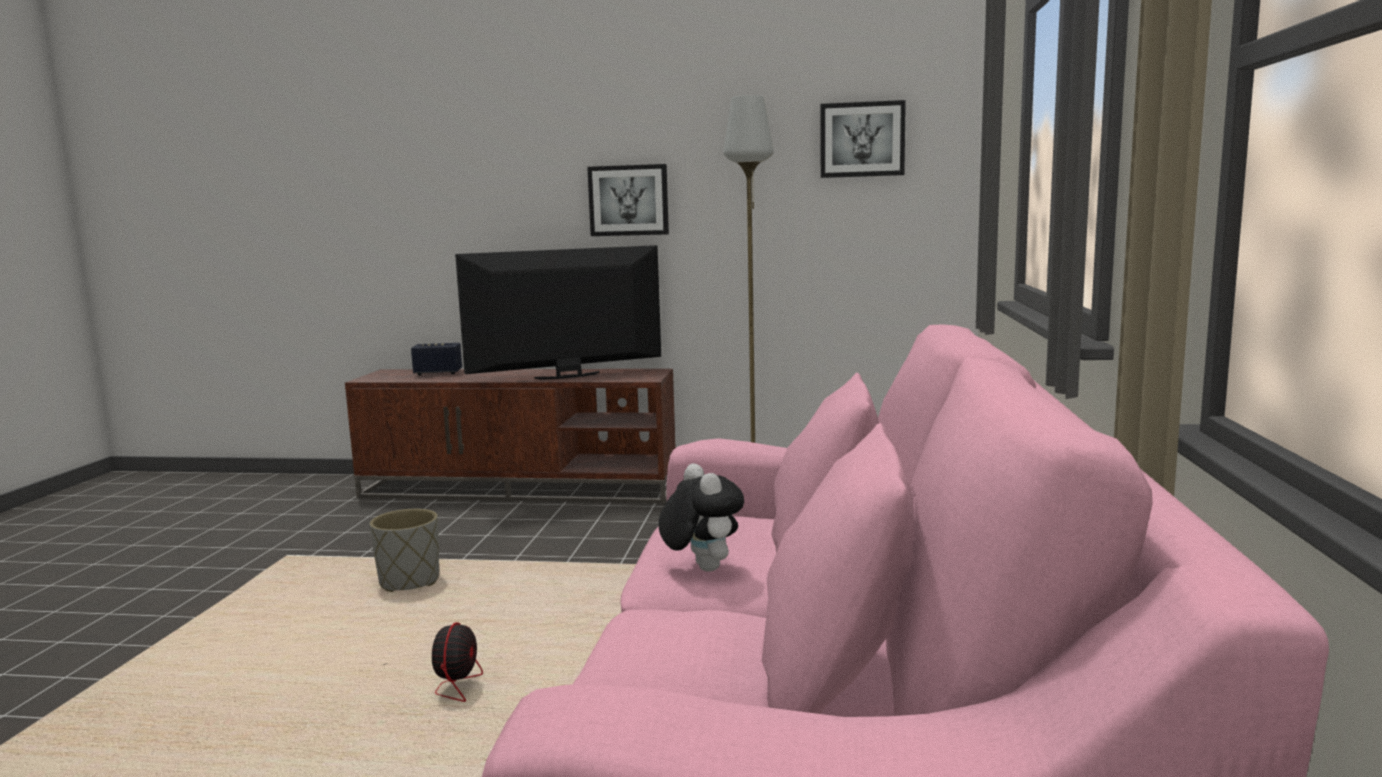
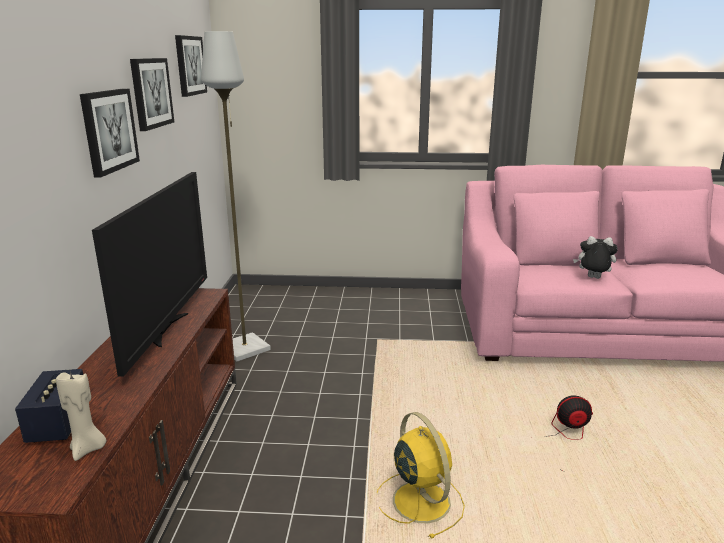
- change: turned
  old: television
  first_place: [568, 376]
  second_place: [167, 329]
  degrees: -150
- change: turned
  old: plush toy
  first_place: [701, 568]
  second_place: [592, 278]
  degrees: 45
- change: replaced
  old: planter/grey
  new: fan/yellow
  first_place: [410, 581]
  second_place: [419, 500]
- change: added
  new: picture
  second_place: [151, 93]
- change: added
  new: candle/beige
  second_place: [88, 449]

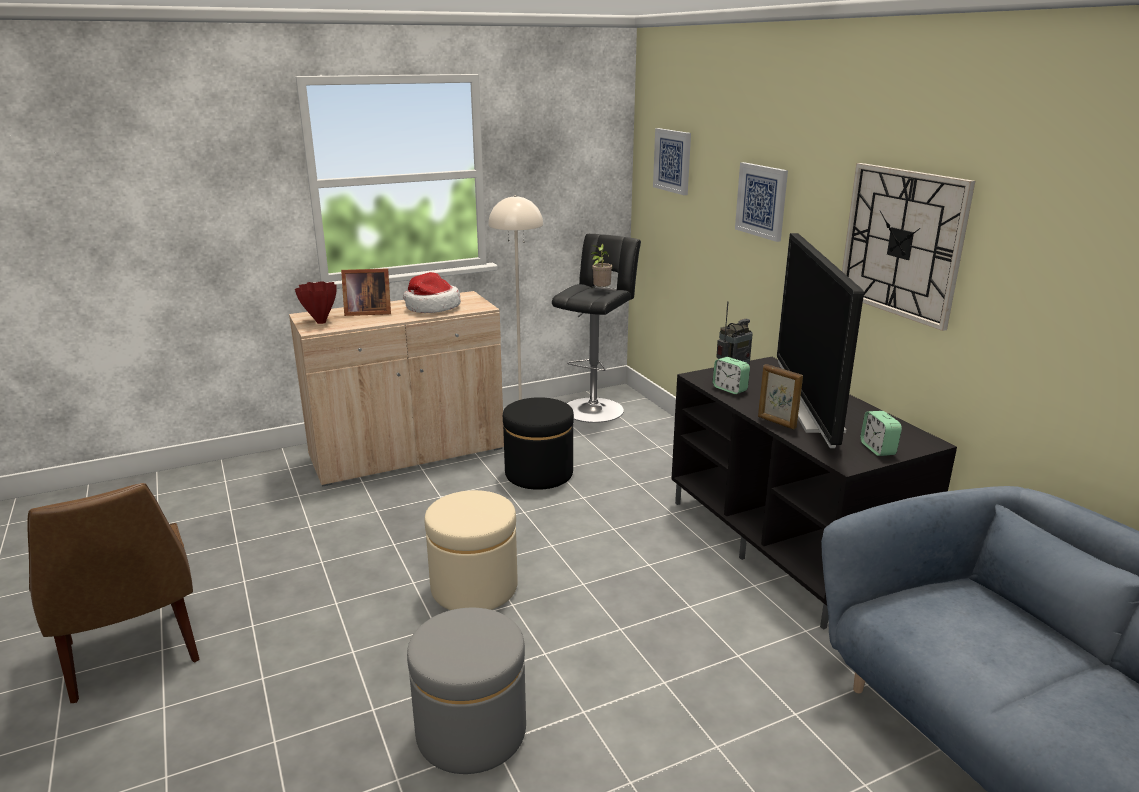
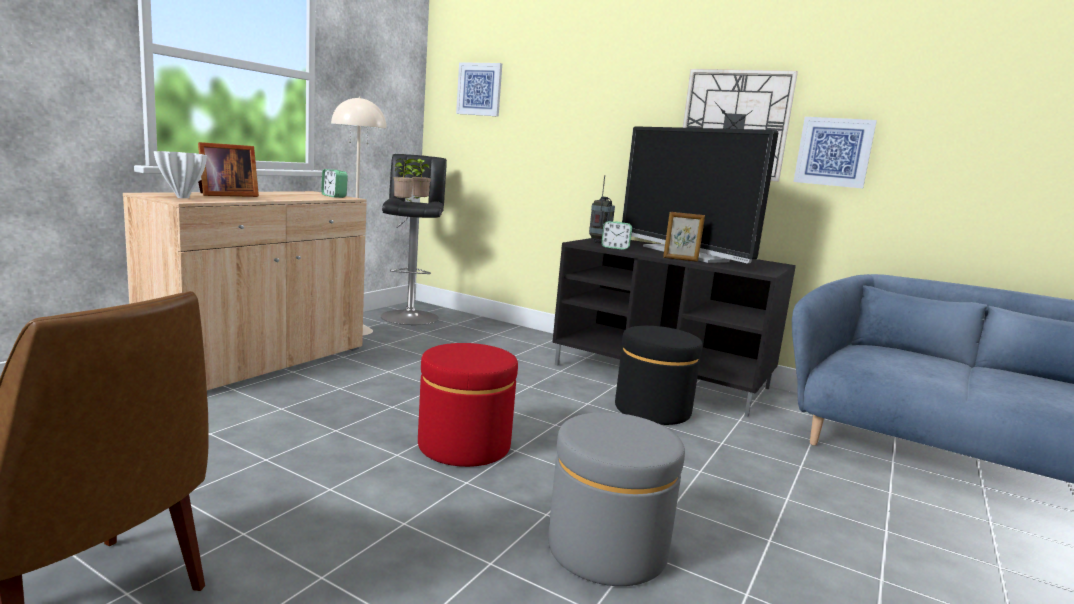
- change: moved
  old: picture
  first_place: [762, 201]
  second_place: [834, 152]
- change: removed
  old: hat
  first_place: [431, 307]
- change: recoloured
  old: vase/red
  new: vase/white
  first_place: [321, 322]
  second_place: [182, 197]
- change: moved
  old: ottoman/black
  first_place: [539, 473]
  second_place: [652, 410]
- change: moved
  old: alarm clock
  first_place: [877, 449]
  second_place: [334, 196]
- change: recoloured
  old: ottoman/beige
  new: ottoman/red
  first_place: [474, 587]
  second_place: [464, 446]
- change: added
  new: potted plant
  second_place: [403, 203]

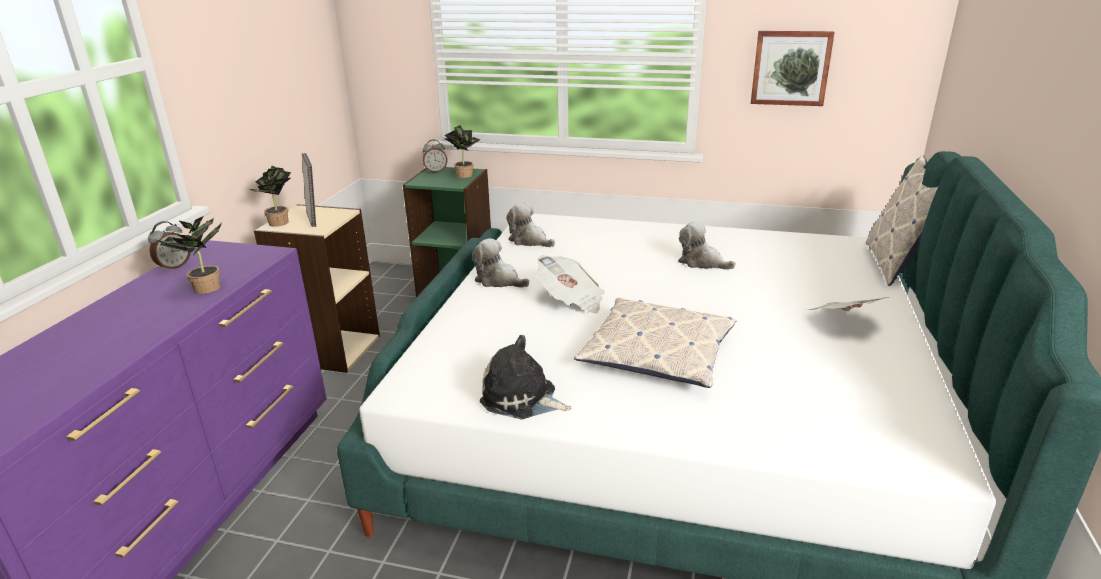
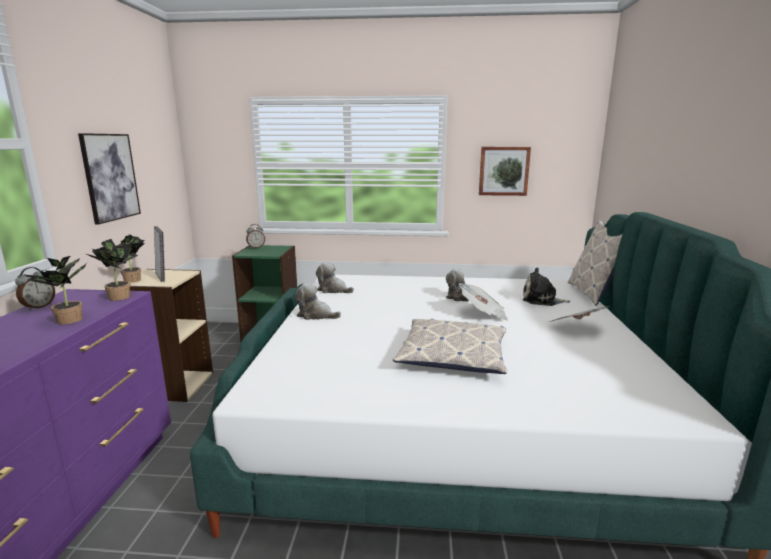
- change: moved
  old: potted plant
  first_place: [464, 174]
  second_place: [119, 296]
- change: moved
  old: newspaper
  first_place: [571, 300]
  second_place: [483, 314]
- change: moved
  old: plush toy
  first_place: [522, 399]
  second_place: [541, 300]
- change: added
  new: picture
  second_place: [110, 177]

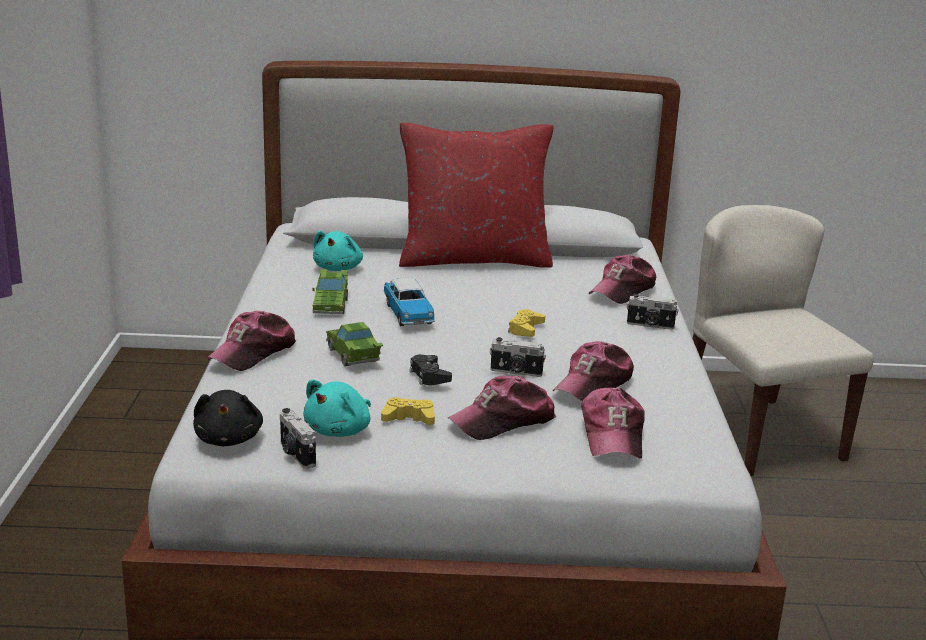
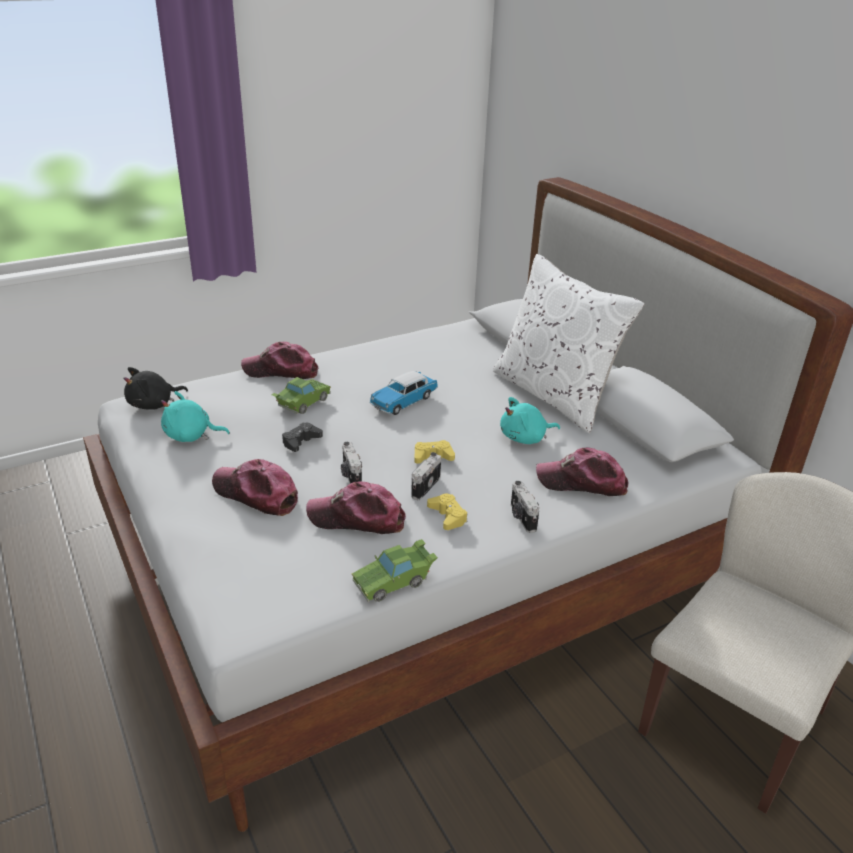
- change: recoloured
  old: pillow/red
  new: pillow/white
  first_place: [473, 259]
  second_place: [554, 395]
- change: moved
  old: plush toy/turquoise
  first_place: [338, 268]
  second_place: [525, 438]
- change: moved
  old: toy car/green
  first_place: [331, 304]
  second_place: [394, 581]
- change: removed
  old: cap
  first_place: [613, 435]
- change: moved
  old: game controller/yellow
  first_place: [409, 418]
  second_place: [447, 516]
- change: moved
  old: photo camera
  first_place: [296, 454]
  second_place: [424, 486]

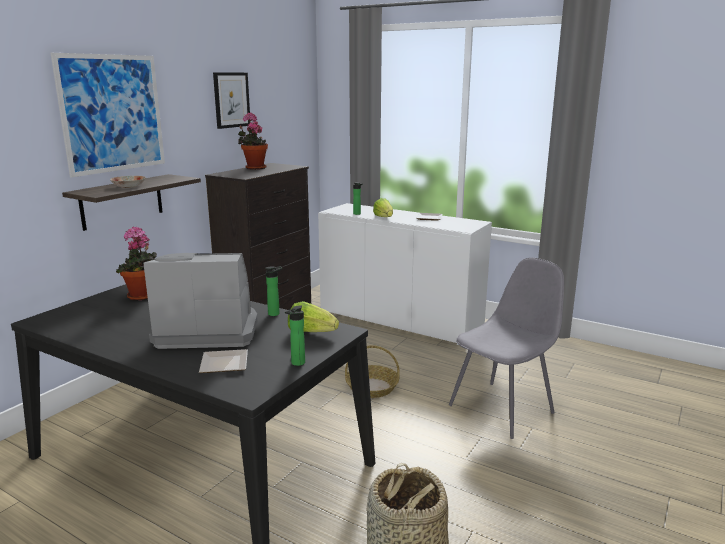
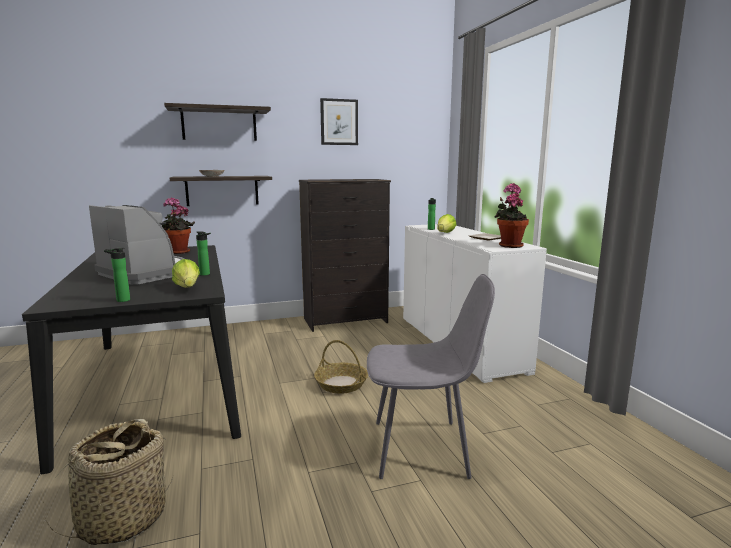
- change: replaced
  old: picture
  new: shelf
  first_place: [112, 113]
  second_place: [219, 124]
- change: moved
  old: potted plant
  first_place: [254, 168]
  second_place: [509, 245]
- change: removed
  old: plate
  first_place: [222, 365]

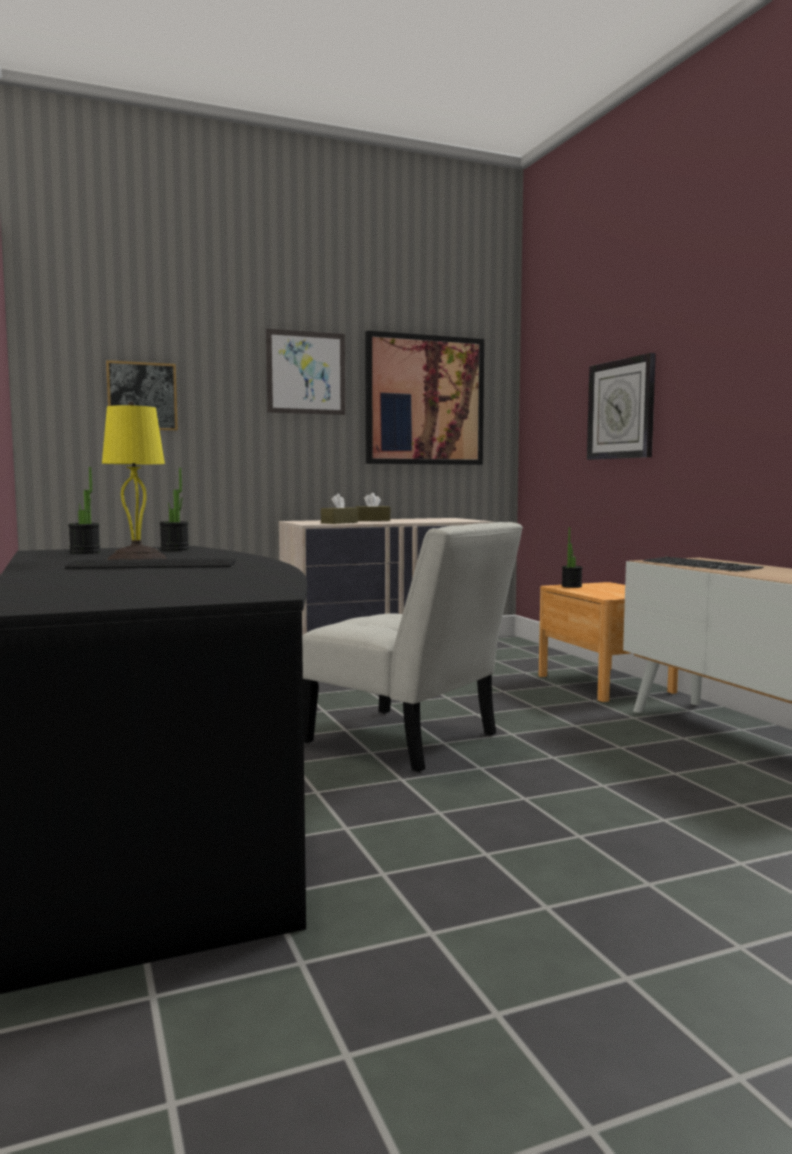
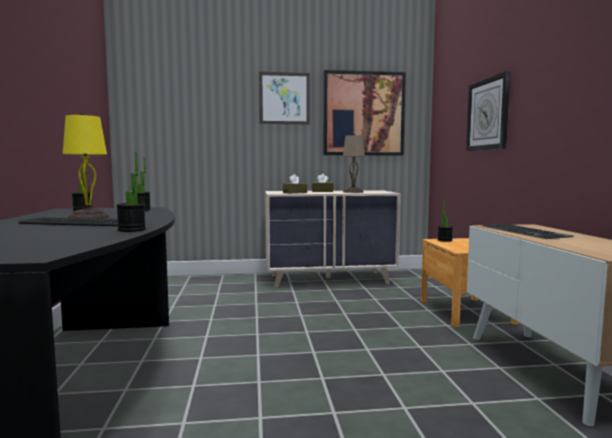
- change: removed
  old: picture
  first_place: [142, 396]
- change: removed
  old: chair/white
  first_place: [409, 741]
- change: added
  new: table lamp/beige
  second_place: [353, 192]
- change: added
  new: potted plant
  second_place: [131, 230]

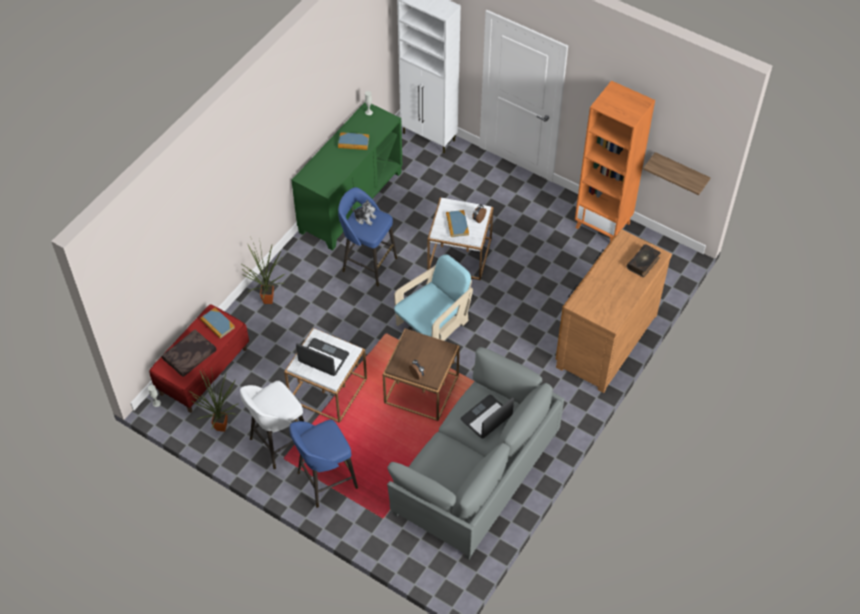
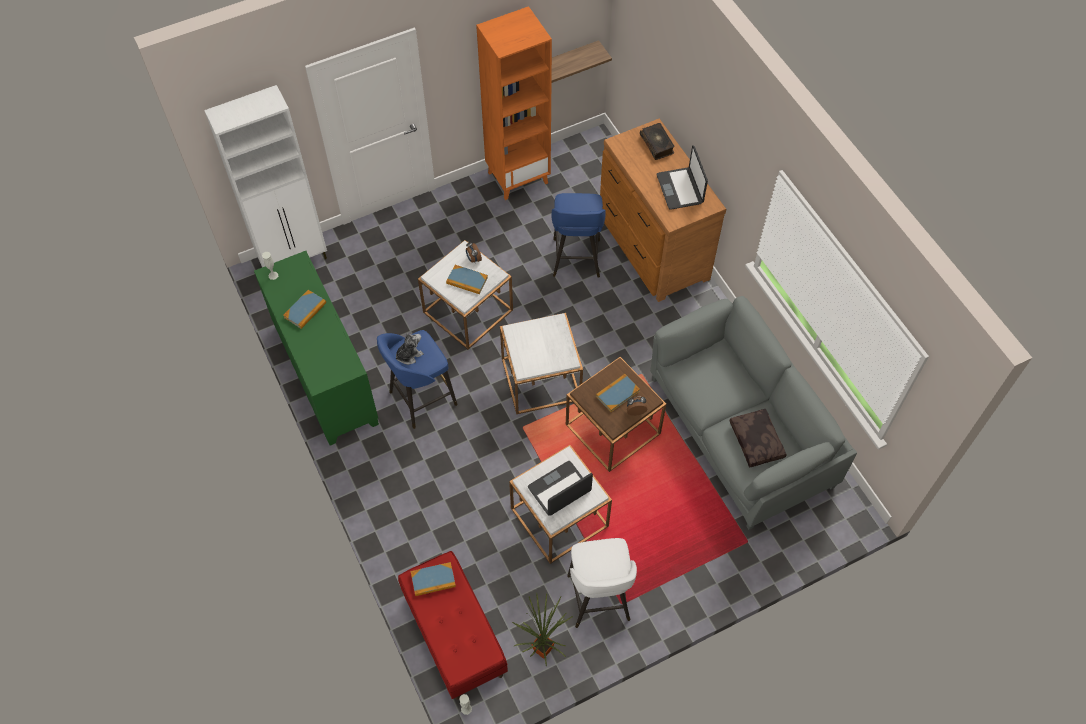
- change: removed
  old: potted plant
  first_place: [269, 298]
- change: replaced
  old: armchair/turquoise
  new: side table/white
  first_place: [433, 325]
  second_place: [541, 379]
- change: moved
  old: pillow/brown
  first_place: [190, 357]
  second_place: [757, 441]
- change: moved
  old: laptop
  first_place: [486, 418]
  second_place: [680, 189]
- change: moved
  old: stool/blue
  first_place: [325, 481]
  second_place: [576, 259]
- change: added
  new: book
  second_place: [617, 393]

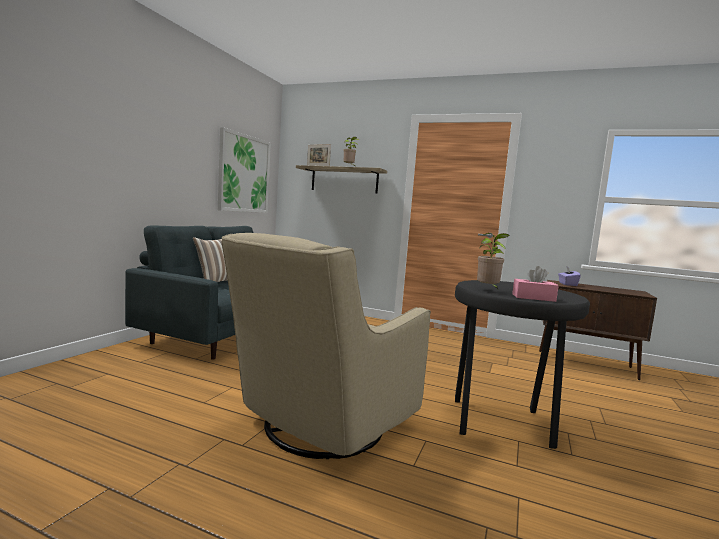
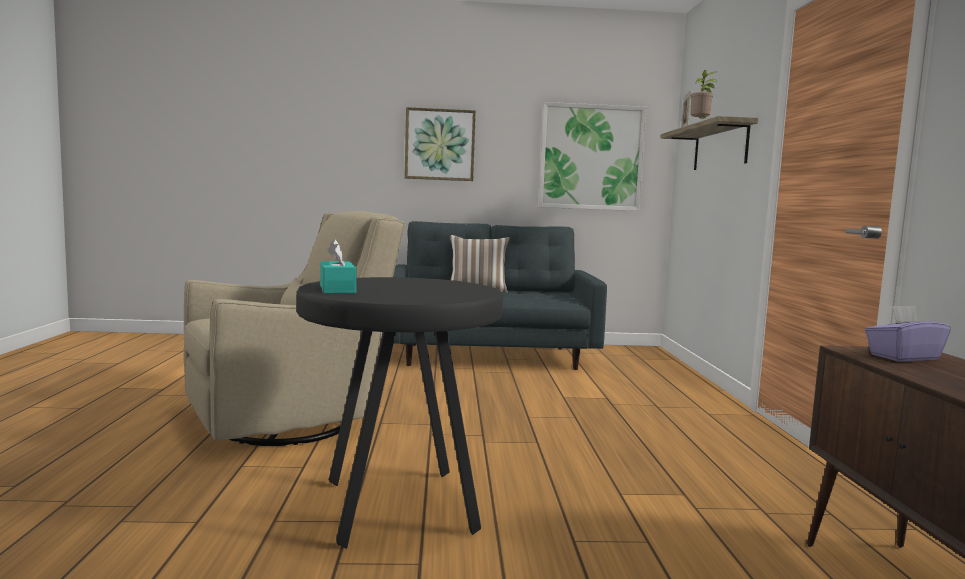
- change: turned
  old: armchair/beige
  first_place: [319, 428]
  second_place: [293, 421]
  degrees: 135
- change: removed
  old: potted plant
  first_place: [488, 290]
- change: recoloured
  old: tissue box/pink
  new: tissue box/turquoise
  first_place: [533, 298]
  second_place: [337, 289]
- change: added
  new: picture
  second_place: [440, 144]

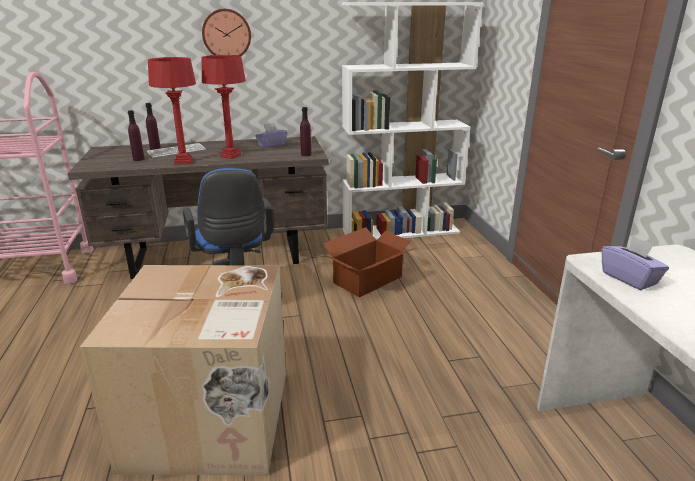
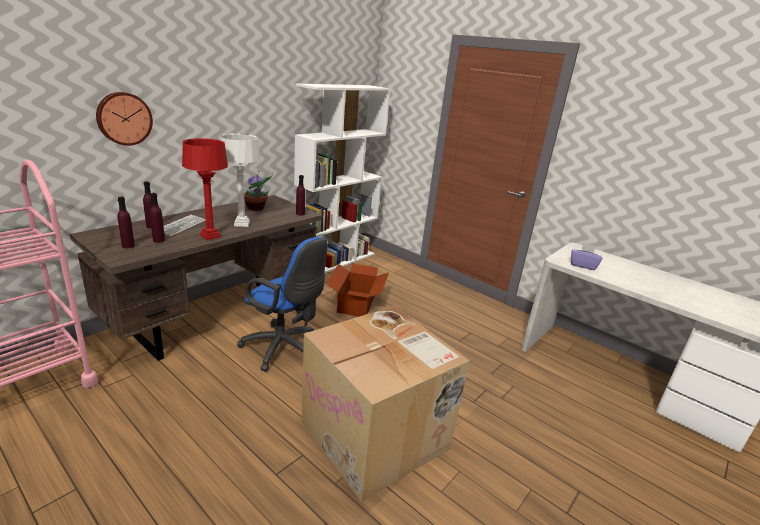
- change: moved
  old: wall clock
  first_place: [226, 34]
  second_place: [124, 118]
- change: recoloured
  old: table lamp/red
  new: table lamp/white
  first_place: [231, 156]
  second_place: [242, 224]
- change: replaced
  old: tissue box/purple
  new: potted plant
  first_place: [271, 145]
  second_place: [256, 208]
- change: added
  new: bottle/purple
  second_place: [128, 246]

